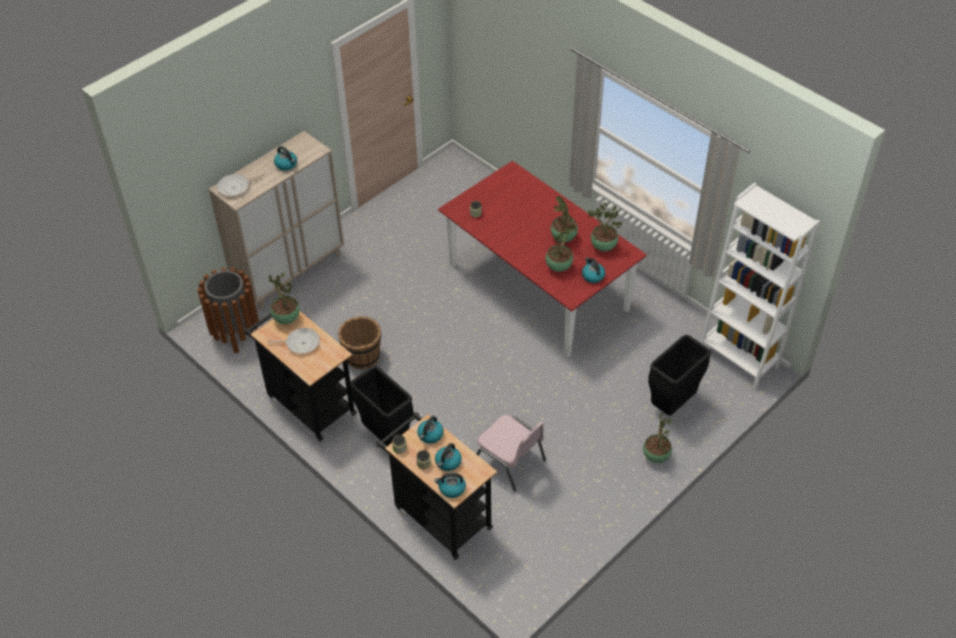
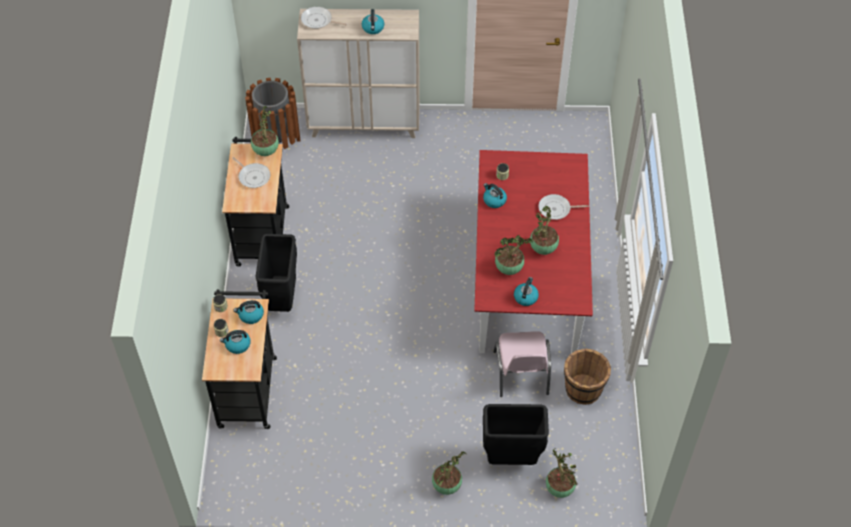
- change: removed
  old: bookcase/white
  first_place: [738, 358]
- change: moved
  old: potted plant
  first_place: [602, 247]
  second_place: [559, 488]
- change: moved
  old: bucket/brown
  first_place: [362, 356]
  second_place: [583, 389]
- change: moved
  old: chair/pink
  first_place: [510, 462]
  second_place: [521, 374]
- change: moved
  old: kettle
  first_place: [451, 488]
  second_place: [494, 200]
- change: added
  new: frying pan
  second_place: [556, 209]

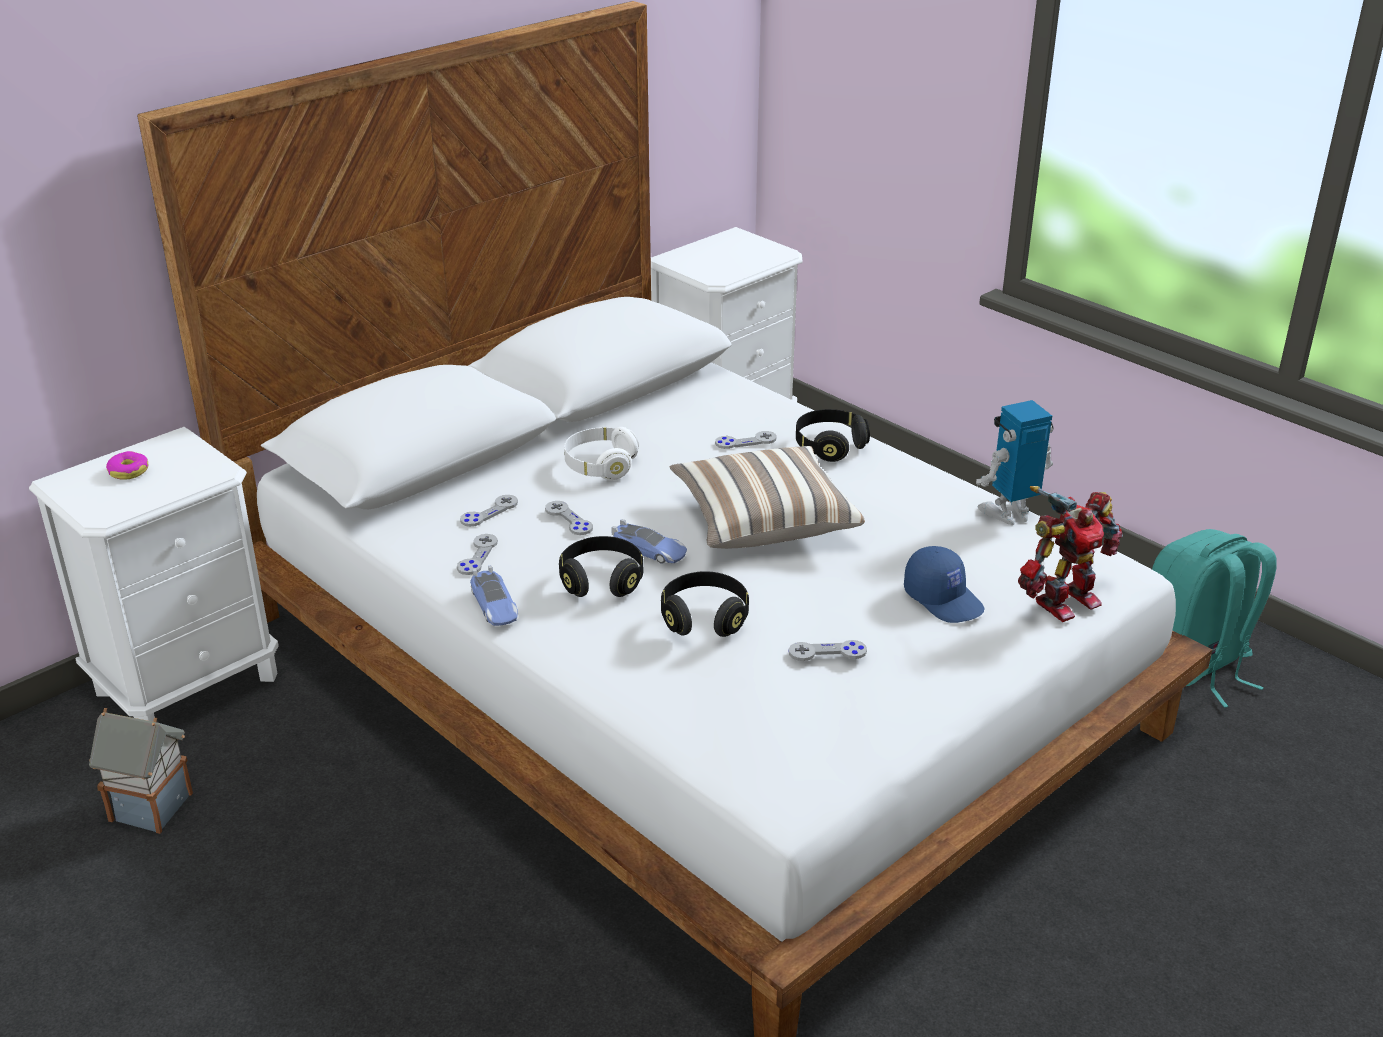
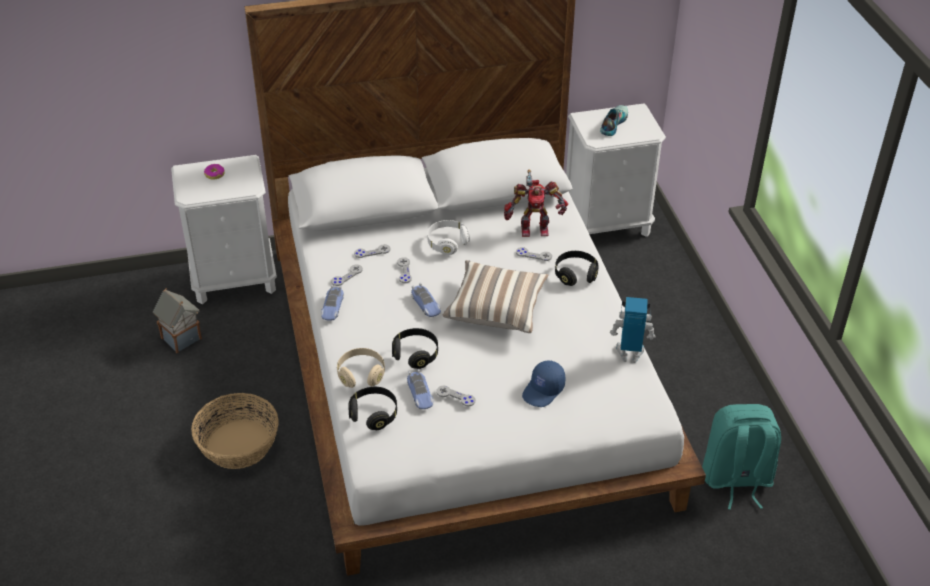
- change: moved
  old: toy robot
  first_place: [1063, 600]
  second_place: [534, 228]
- change: moved
  old: headphones/black
  first_place: [602, 581]
  second_place: [374, 414]
- change: turned
  old: cap/blue
  first_place: [944, 599]
  second_place: [544, 390]
  degrees: 45
- change: added
  new: shoe
  second_place: [612, 123]
- change: added
  new: headphones/beige
  second_place: [361, 374]
- change: added
  new: toy car
  second_place: [420, 394]
- change: added
  new: basket
  second_place: [239, 445]

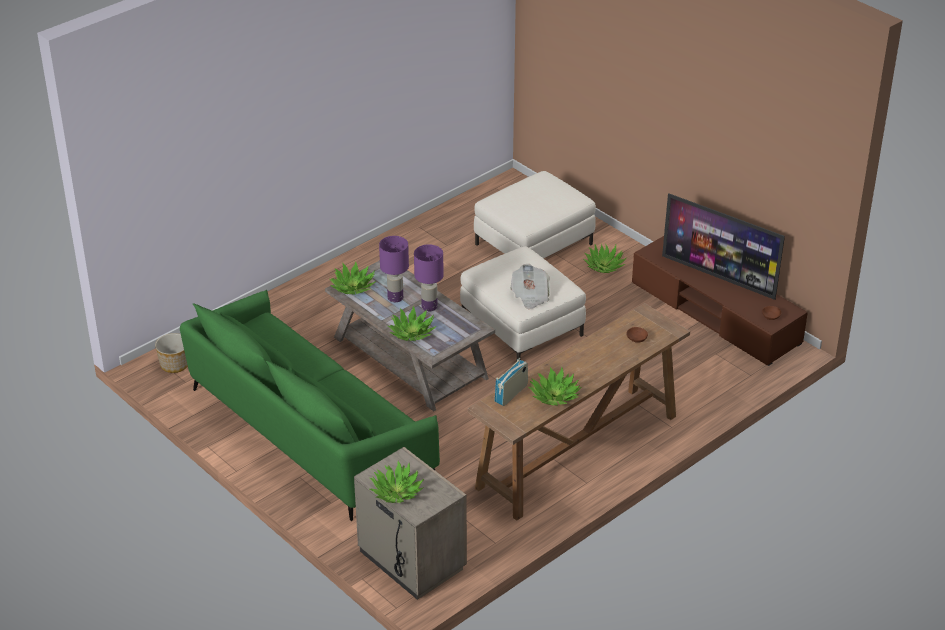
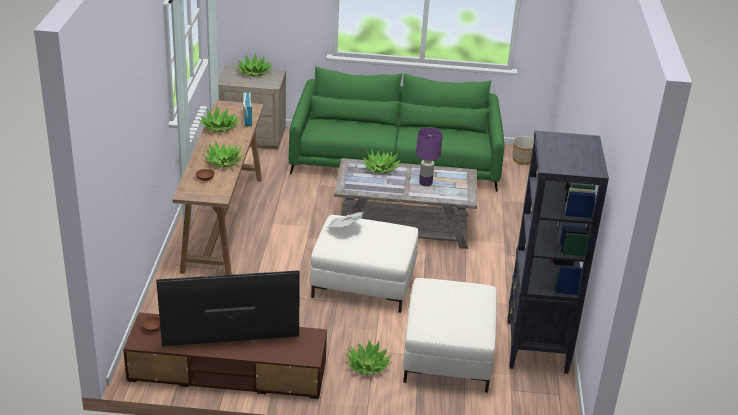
- change: removed
  old: table lamp/purple
  first_place: [429, 306]
- change: moved
  old: potted plant
  first_place: [353, 287]
  second_place: [224, 162]
- change: added
  new: bookcase/black
  second_place: [536, 347]

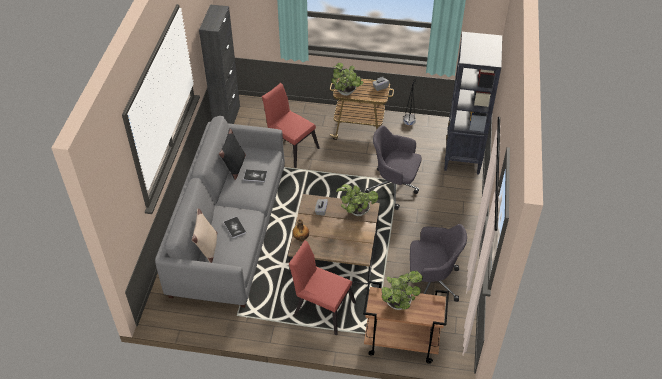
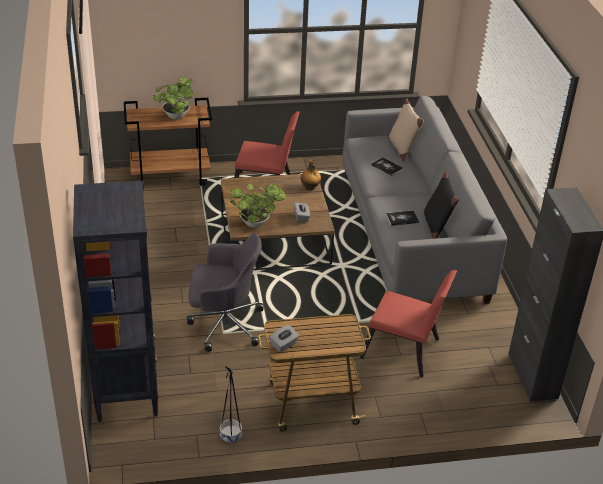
- change: removed
  old: potted plant
  first_place: [347, 93]
- change: removed
  old: office chair/grey
  first_place: [431, 281]

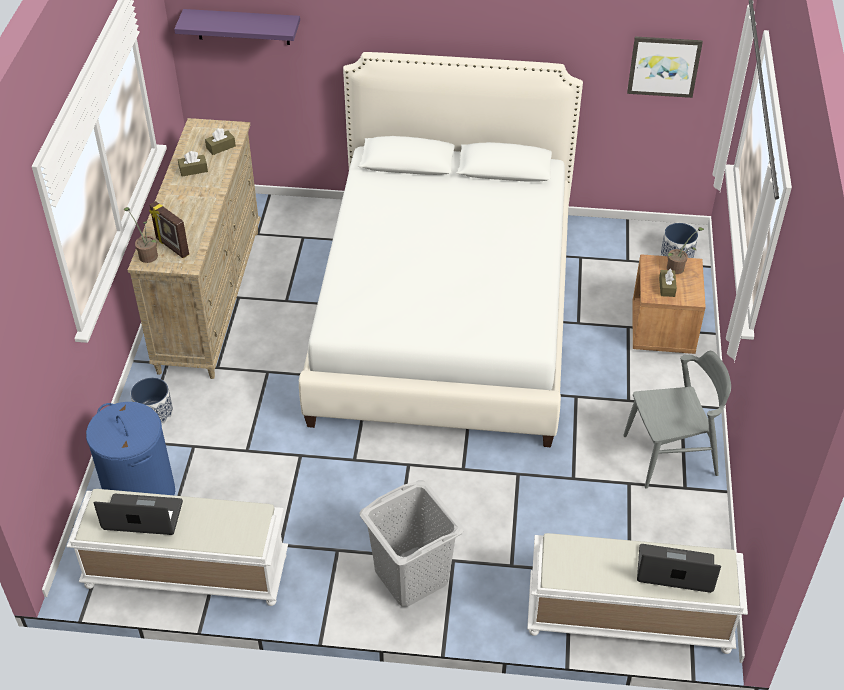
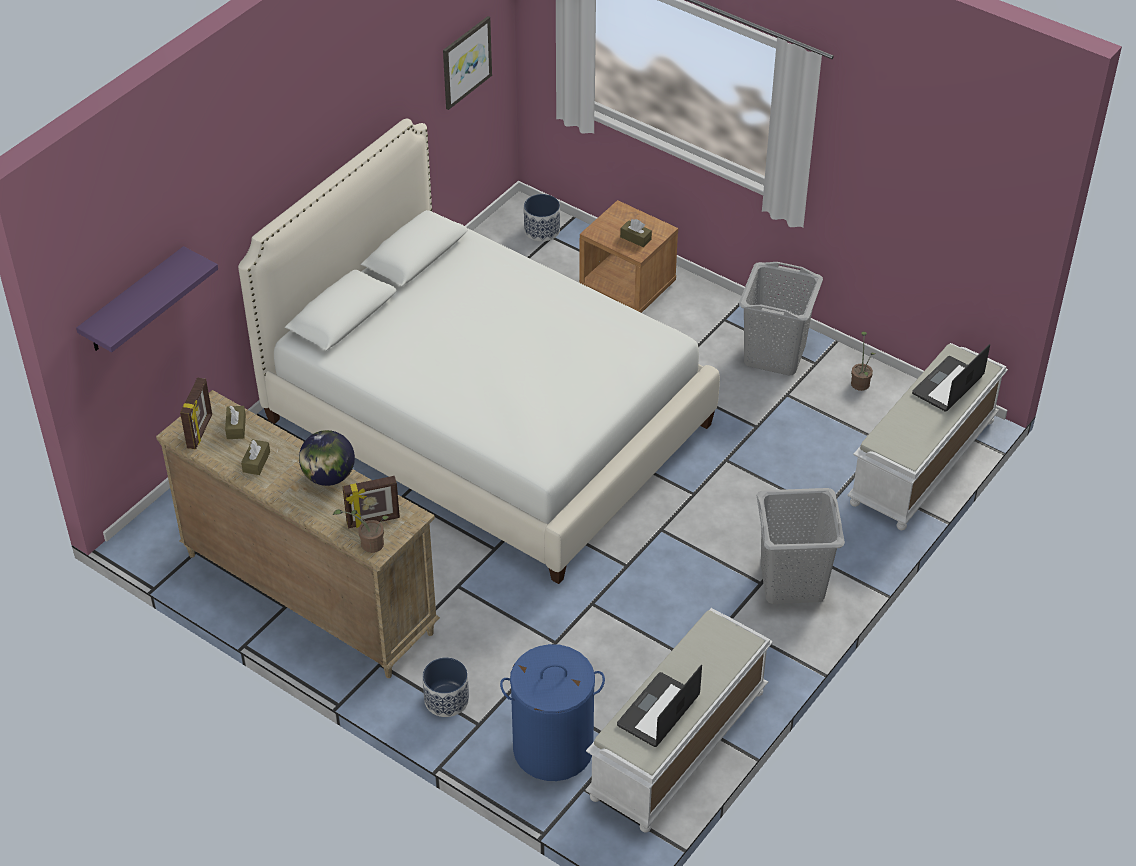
- change: moved
  old: potted plant
  first_place: [678, 267]
  second_place: [861, 381]
- change: replaced
  old: chair/grey
  new: laundry basket/grey
  first_place: [670, 455]
  second_place: [775, 354]
- change: added
  new: picture frame
  second_place: [200, 431]
- change: added
  new: globe
  second_place: [328, 477]

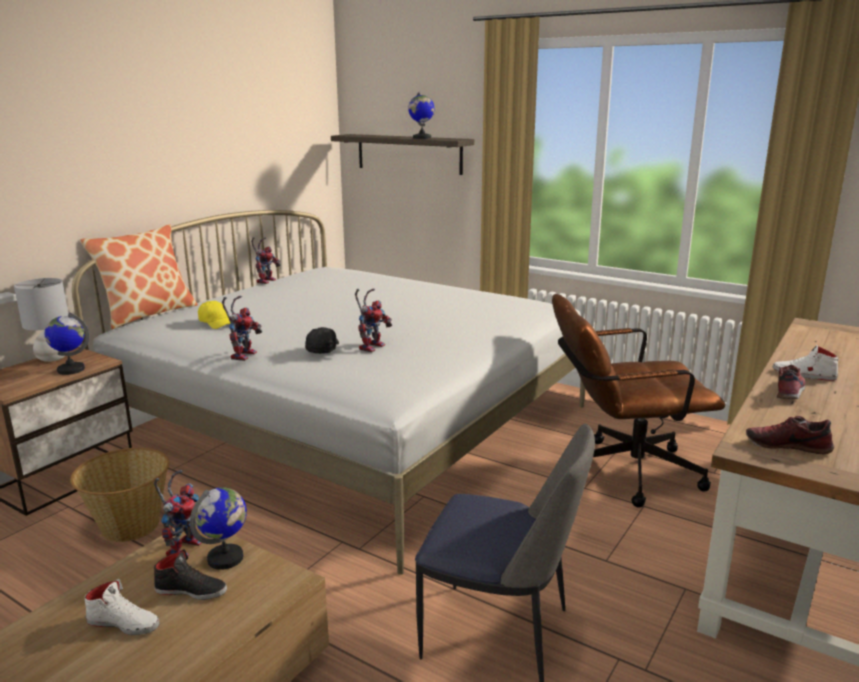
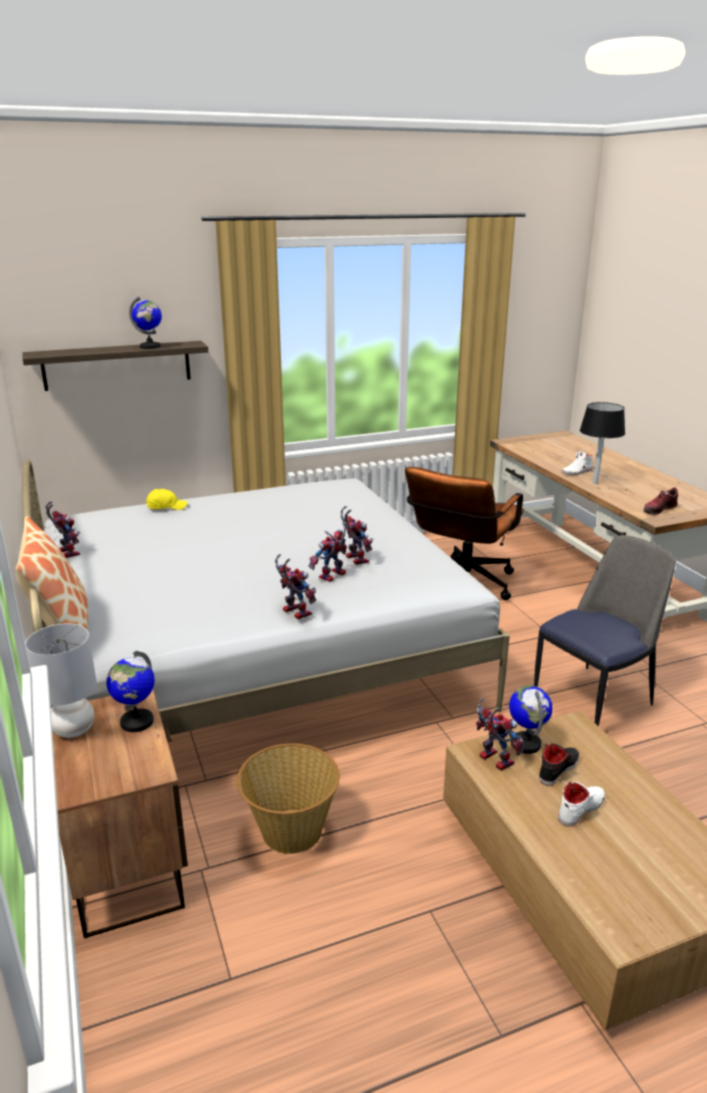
- change: moved
  old: cap/yellow
  first_place: [216, 323]
  second_place: [166, 507]
- change: replaced
  old: cap/black
  new: toy robot
  first_place: [323, 349]
  second_place: [332, 577]
- change: replaced
  old: shoe
  new: table lamp/black
  first_place: [790, 391]
  second_place: [595, 483]

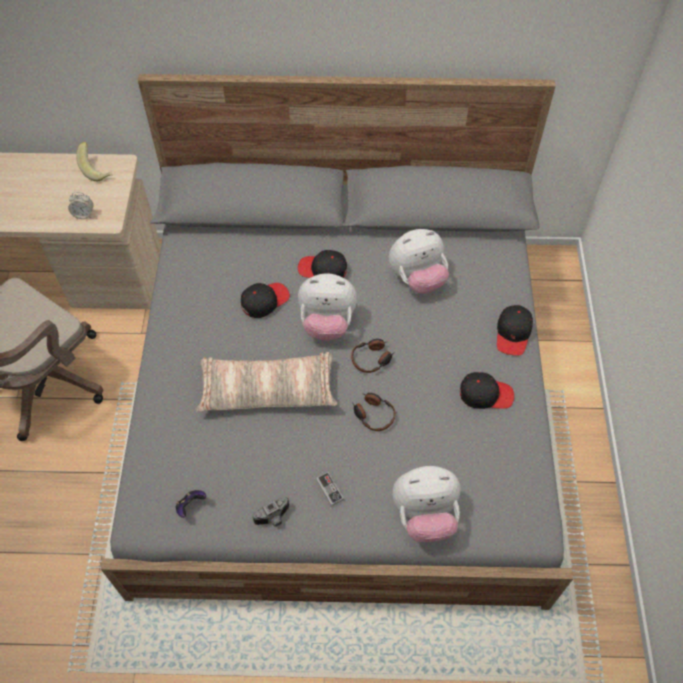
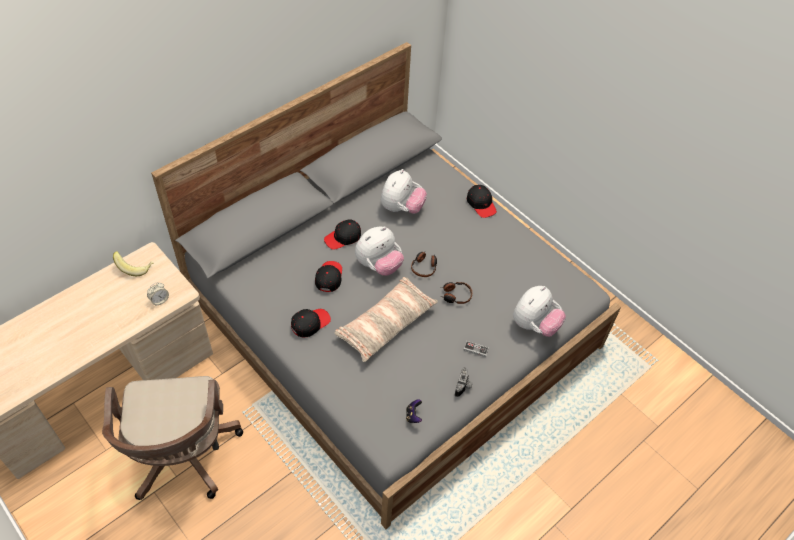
- change: moved
  old: cap/black
  first_place: [485, 394]
  second_place: [310, 323]

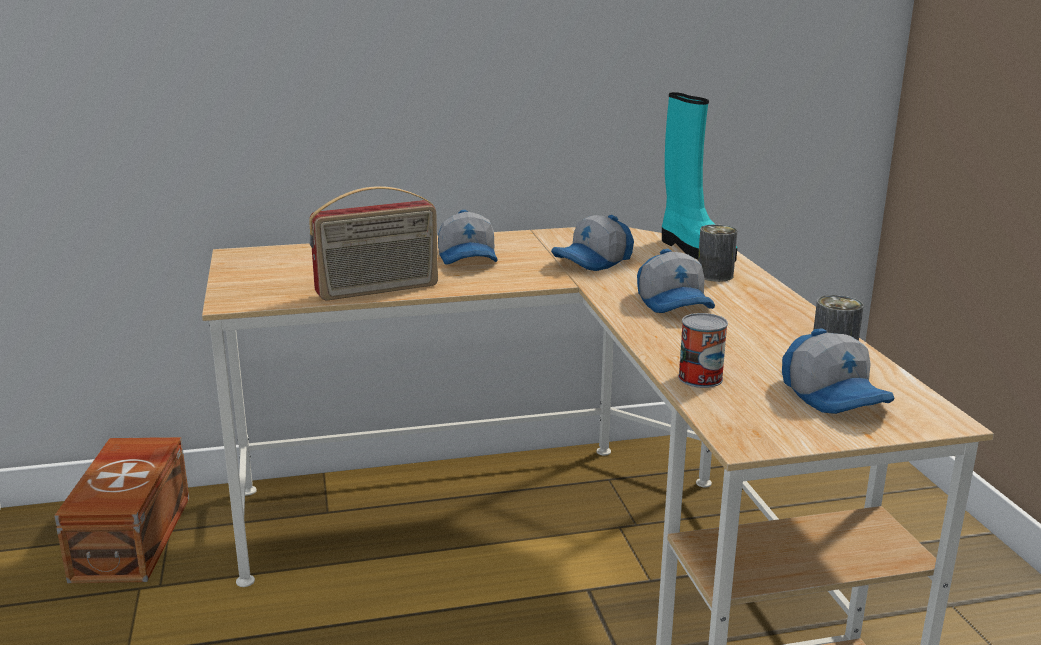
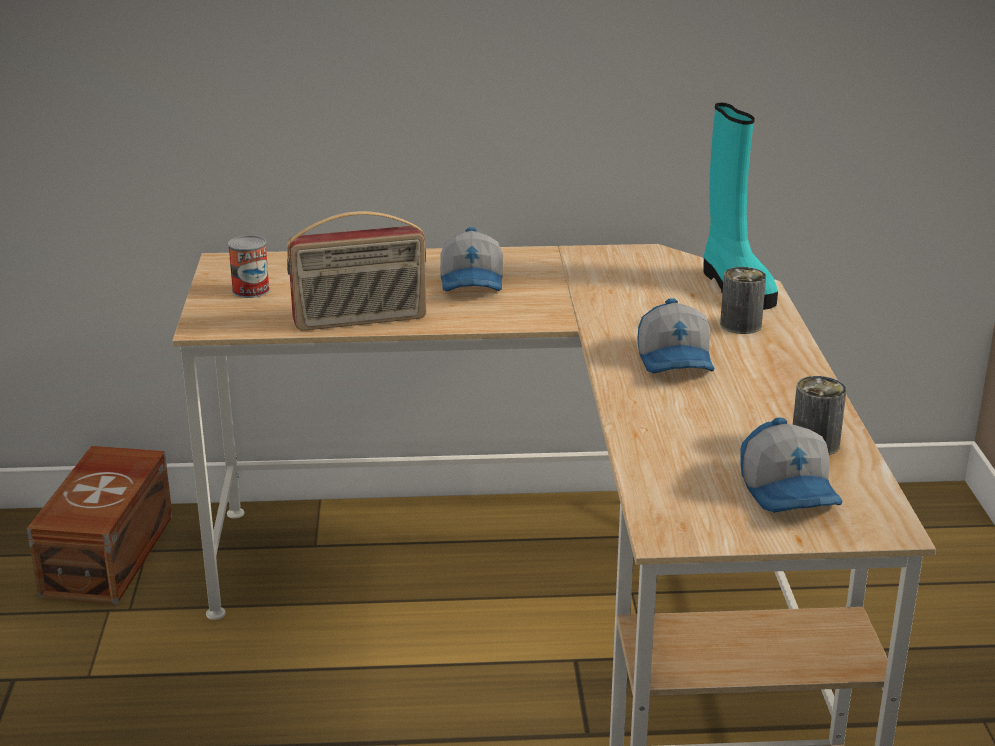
- change: removed
  old: cap
  first_place: [594, 261]
- change: moved
  old: can
  first_place: [700, 378]
  second_place: [251, 290]

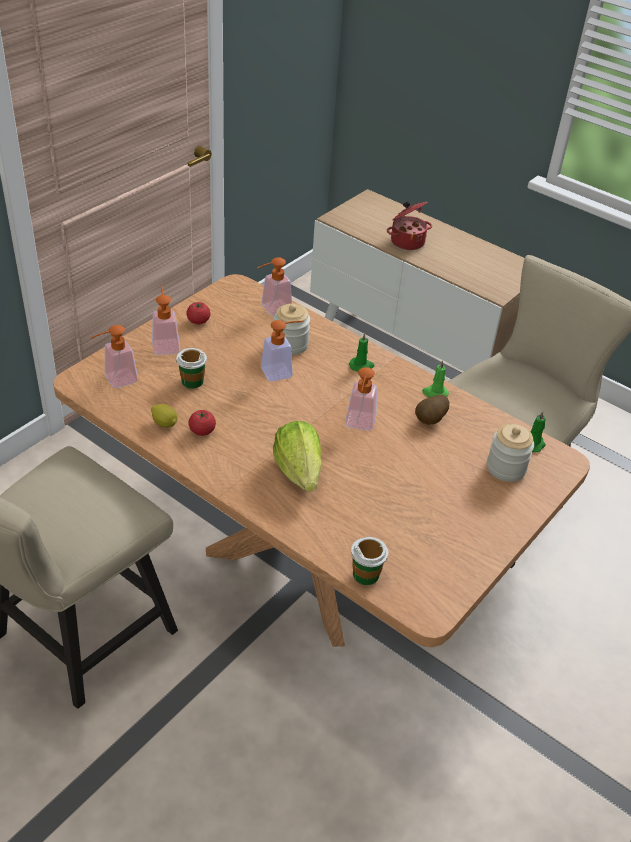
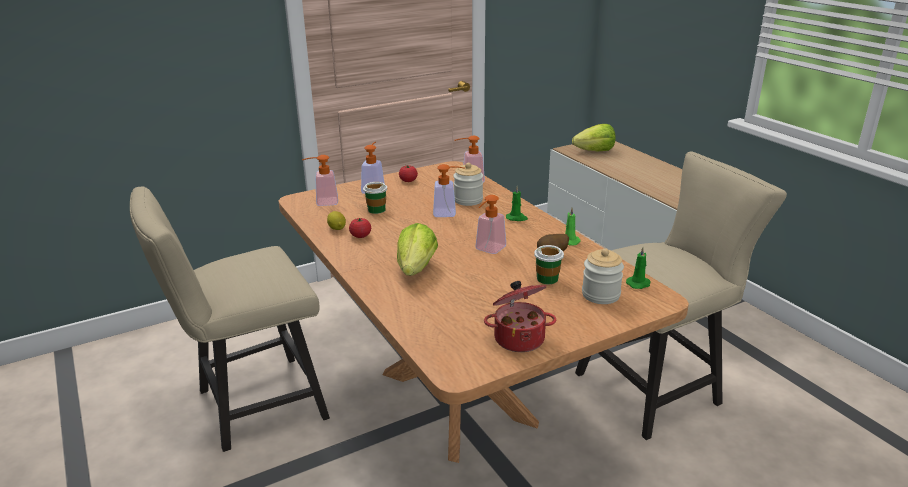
- change: moved
  old: cooking pot
  first_place: [407, 241]
  second_place: [519, 338]
- change: moved
  old: cup
  first_place: [366, 574]
  second_place: [547, 279]
- change: added
  new: lettuce
  second_place: [595, 151]

